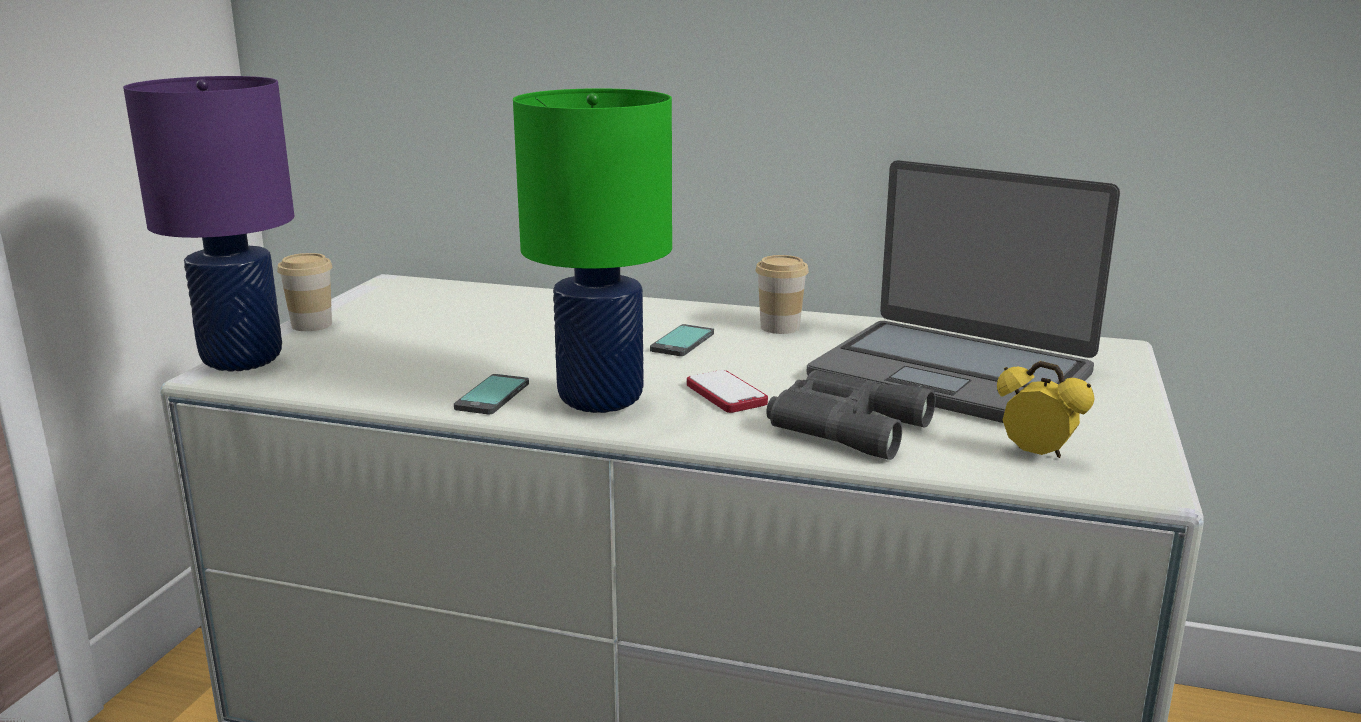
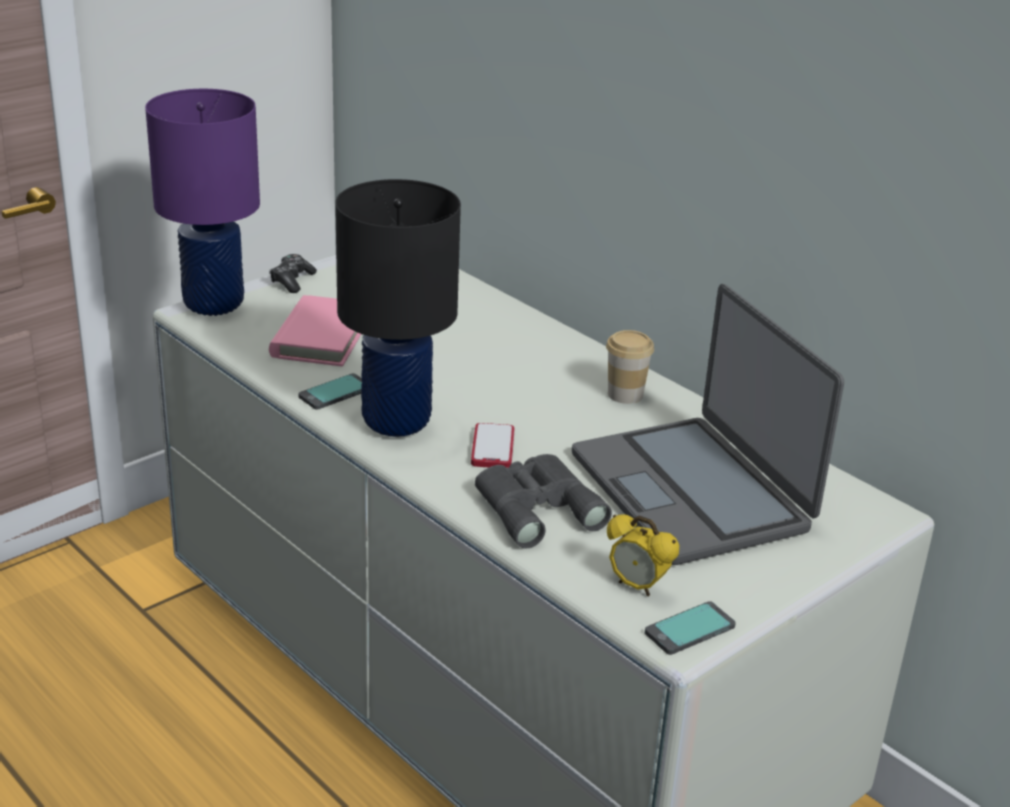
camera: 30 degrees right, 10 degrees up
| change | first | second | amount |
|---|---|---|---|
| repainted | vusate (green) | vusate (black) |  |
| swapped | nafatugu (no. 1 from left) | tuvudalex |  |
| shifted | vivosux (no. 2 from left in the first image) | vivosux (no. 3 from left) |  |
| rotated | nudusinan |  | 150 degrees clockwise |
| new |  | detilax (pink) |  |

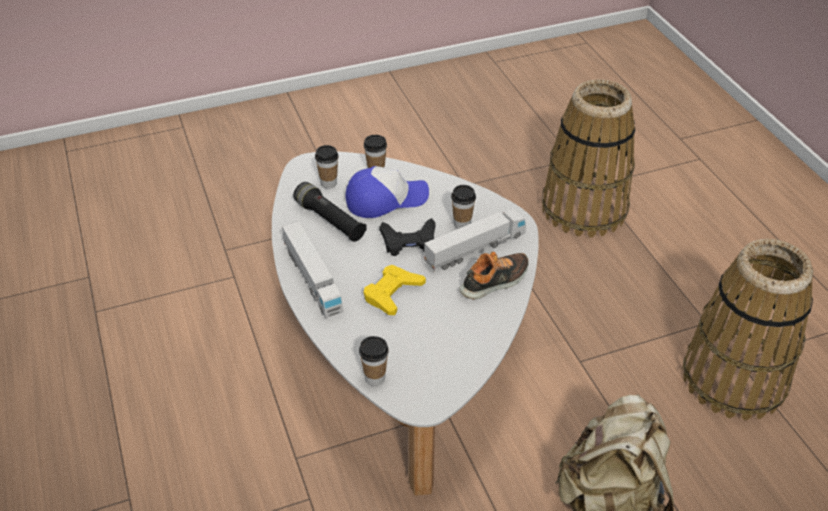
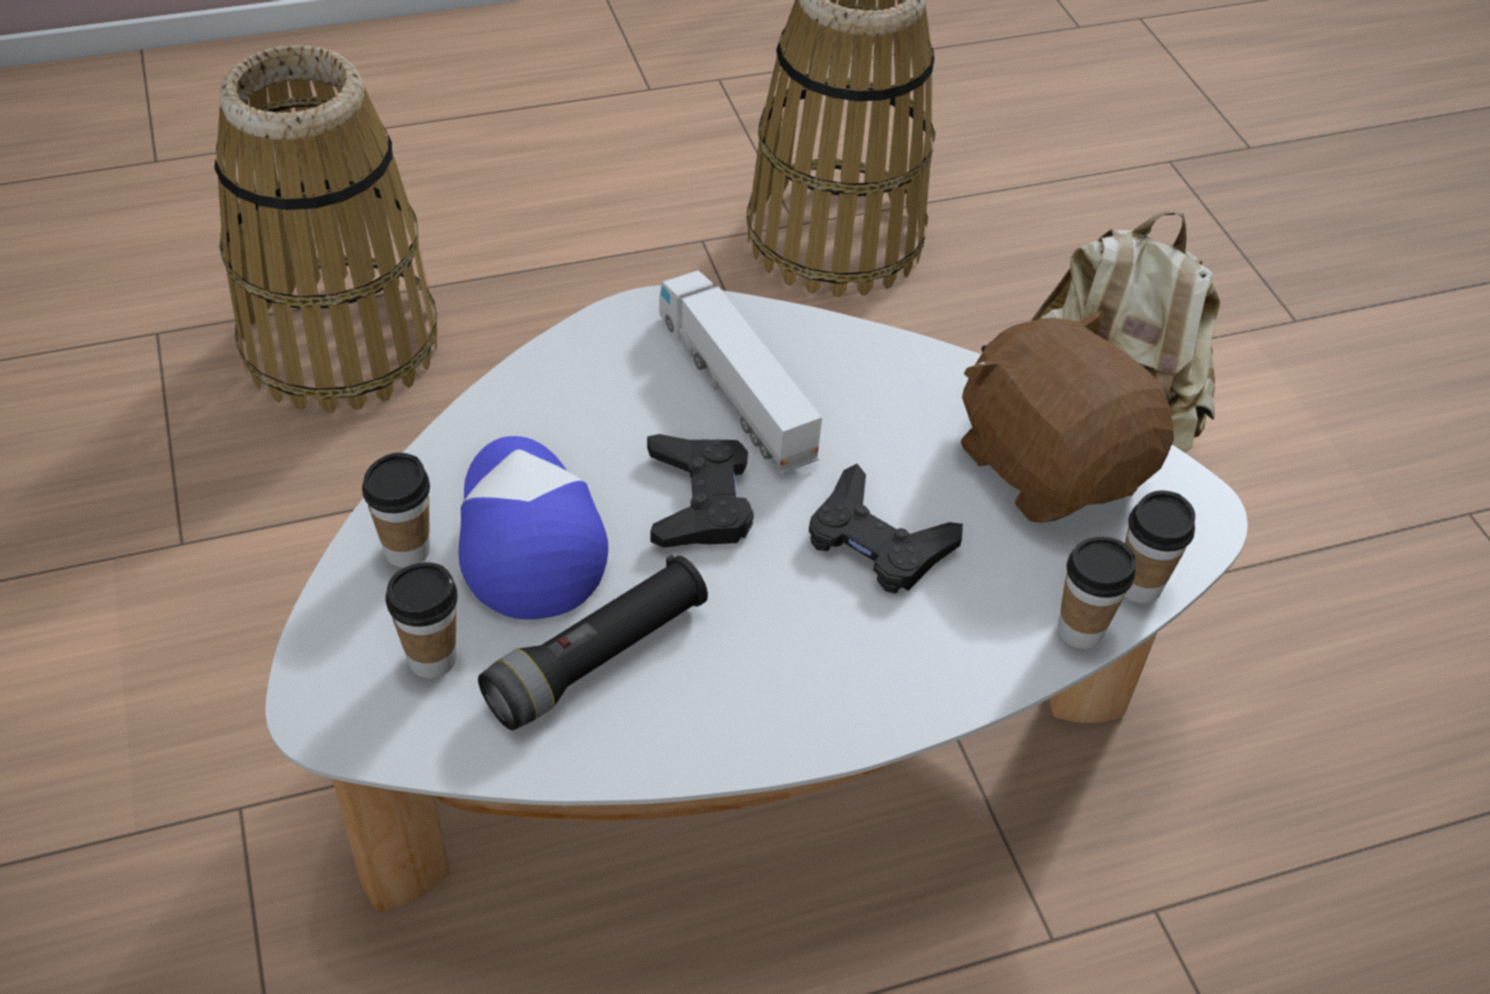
camera: 90 degrees left, 5 degrees up
| change | first | second | amount |
|---|---|---|---|
| shifted | nafatugu (no. 4 from left in the first image) | nafatugu (no. 3 from left) |  |
| gone | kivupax (no. 1 from left) |  |  |
| gone | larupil |  |  |
| repainted | tuvudalex (yellow) | tuvudalex (black) (no. 2 from left) |  |
| new |  | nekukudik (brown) |  |

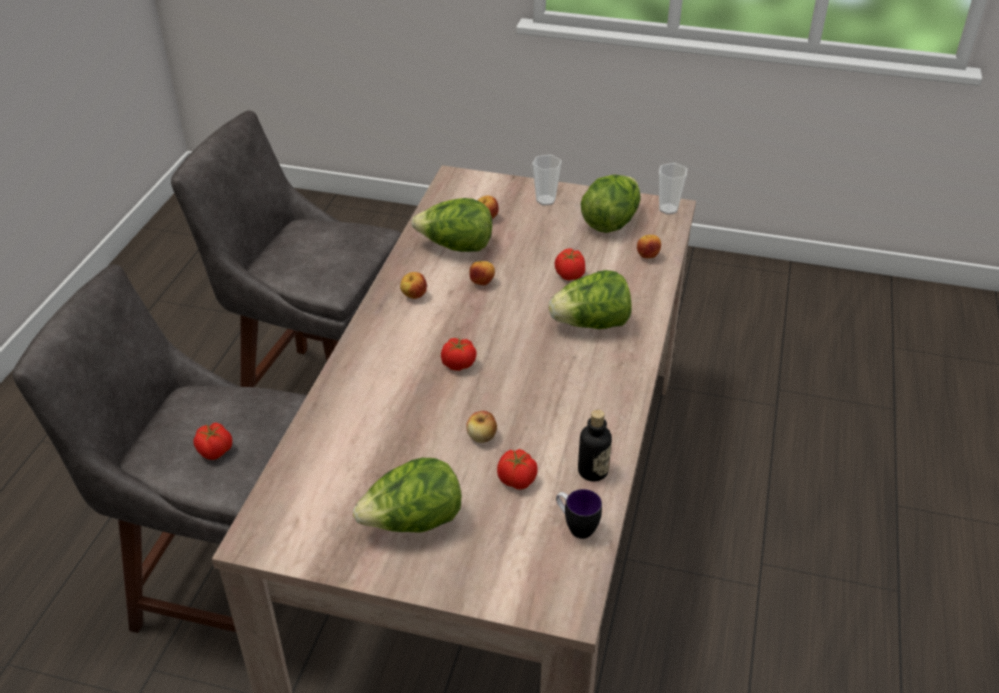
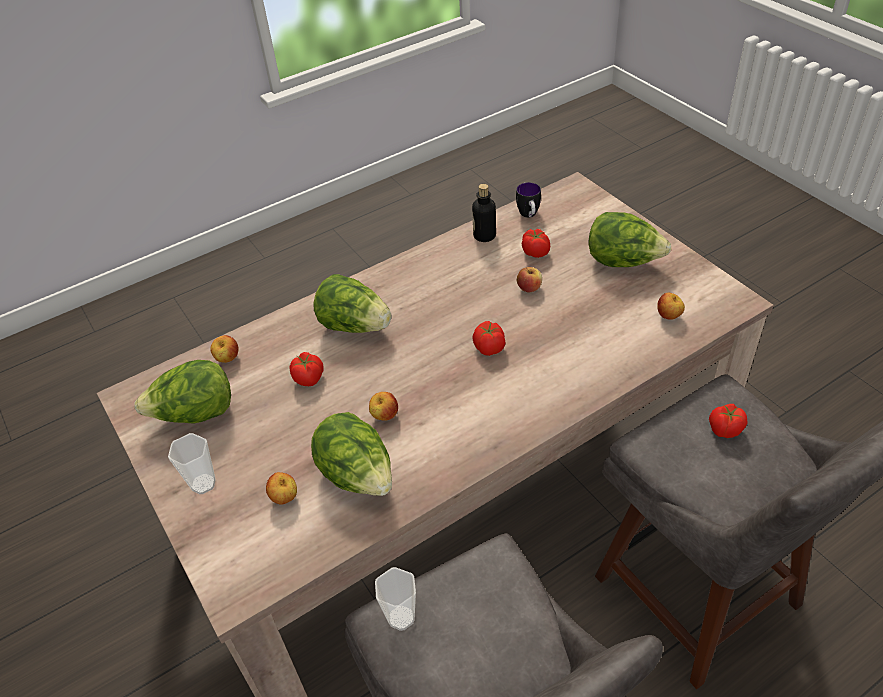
camera: 135 degrees left, 5 degrees up
| change | first | second | amount |
|---|---|---|---|
| shifted | nafatugu (no. 2 from left) |  |  |
| shifted | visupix (no. 1 from left in the first image) | visupix (no. 5 from left) |  |

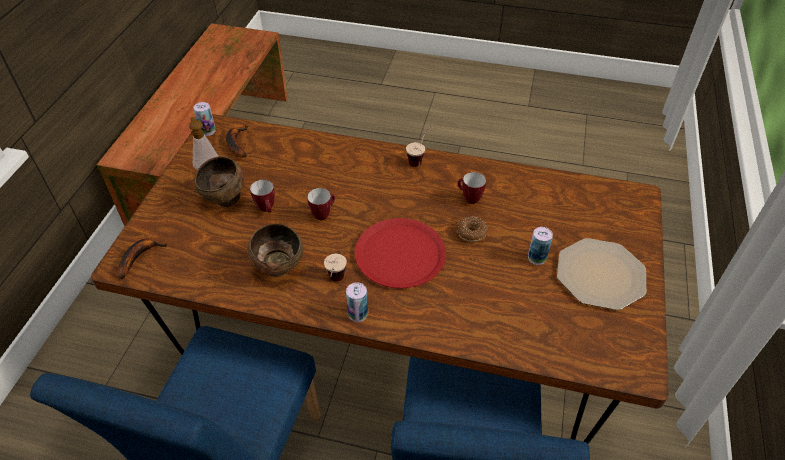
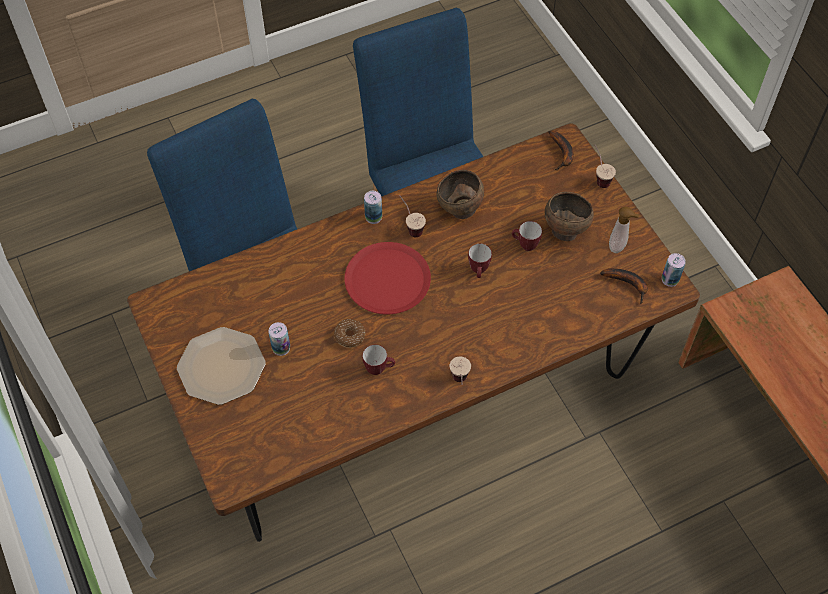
camera: 140 degrees right, 10 degrees up
| change | first | second | amount |
|---|---|---|---|
| new |  | nafatugu (no. 3 from left) |  |

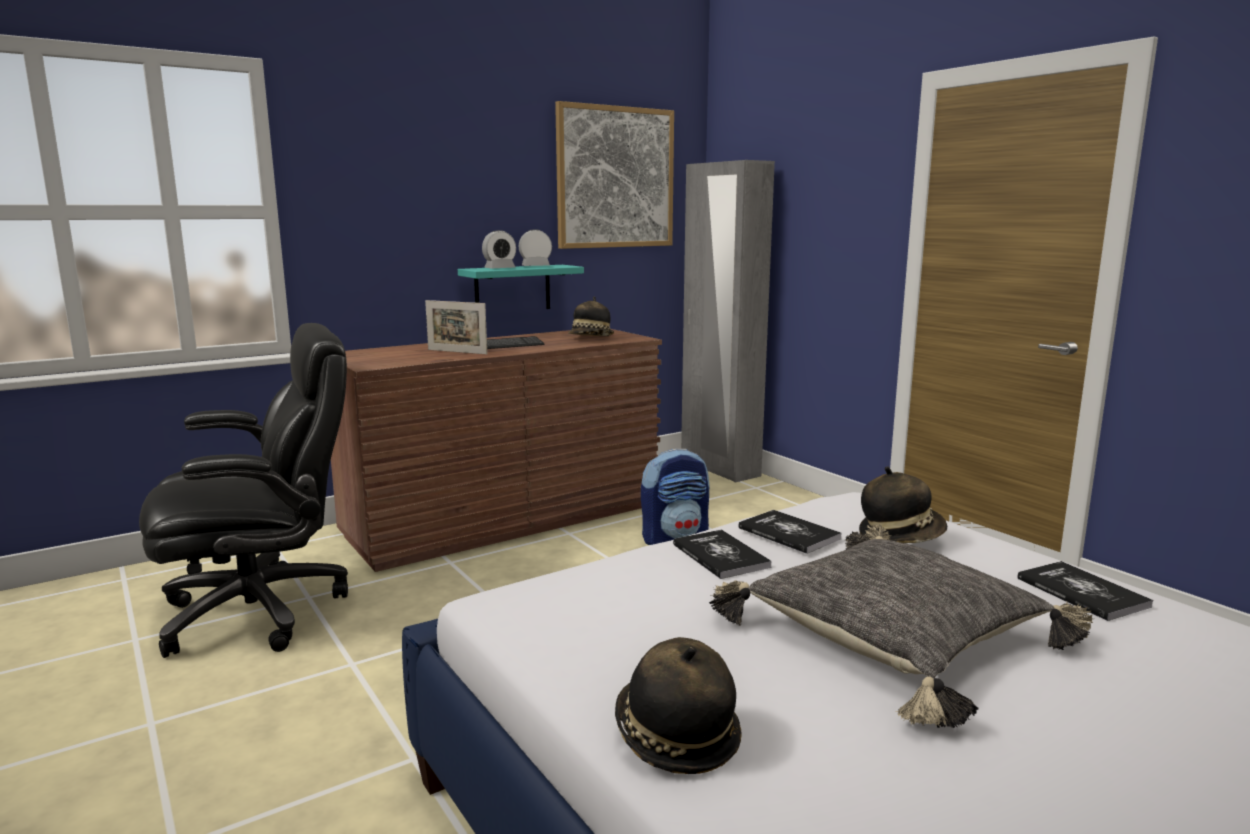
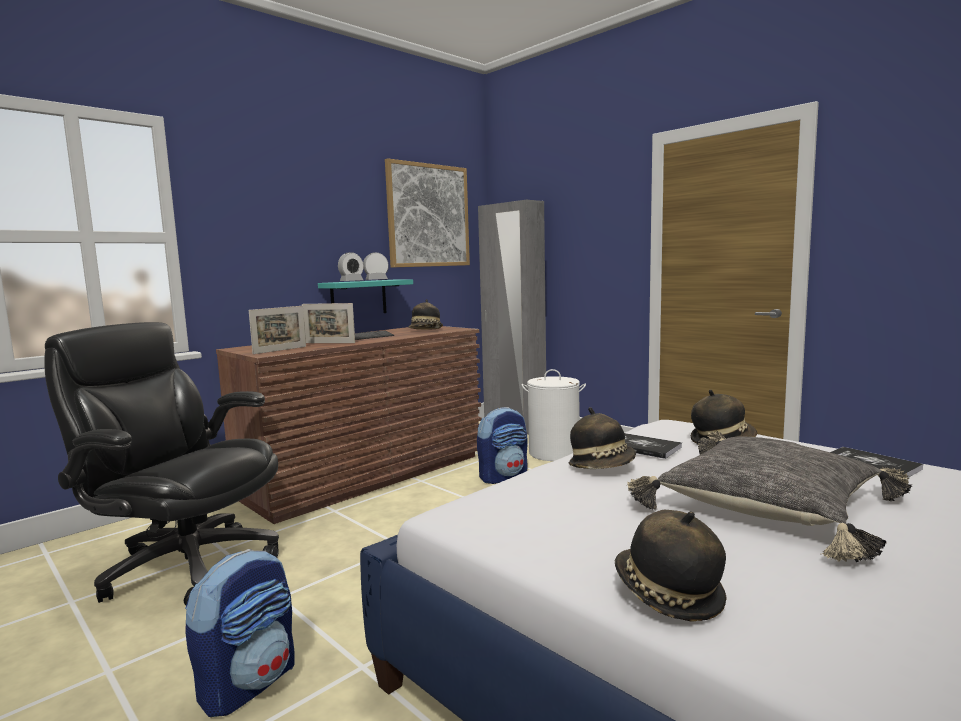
camera: 10 degrees left, 5 degrees down
| change | first | second | amount |
|---|---|---|---|
| rotated | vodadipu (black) |  | 120 degrees counterclockwise |
| swapped | detilax (no. 1 from left) | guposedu (no. 2 from left) |  |
| new |  | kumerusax (no. 1 from left) |  |
| new |  | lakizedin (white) |  |
| new |  | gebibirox (no. 1 from left) |  |

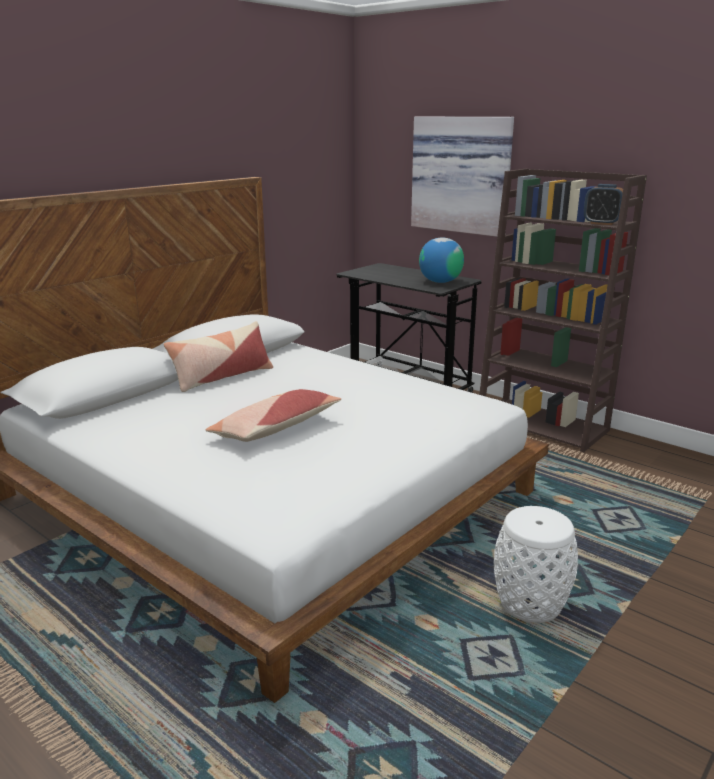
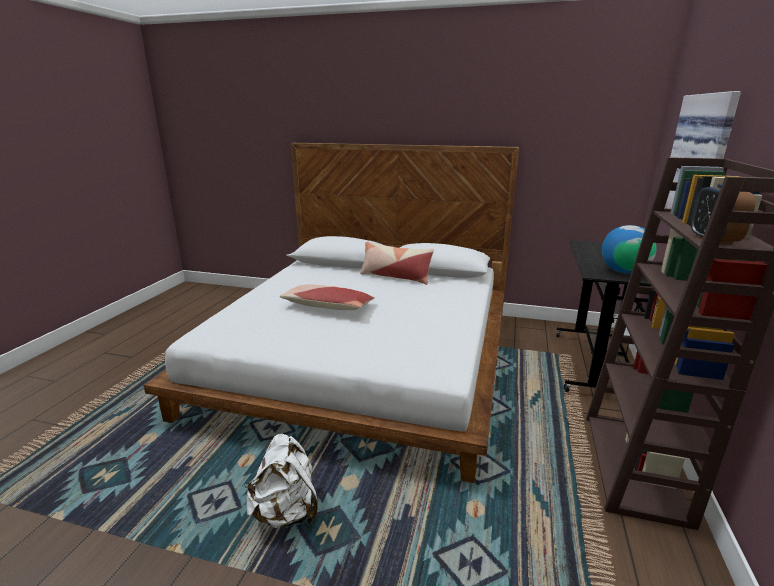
camera: 65 degrees right, 0 degrees up
| change | first | second | amount |
|---|---|---|---|
| swapped | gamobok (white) | gebibirox (white) |  |

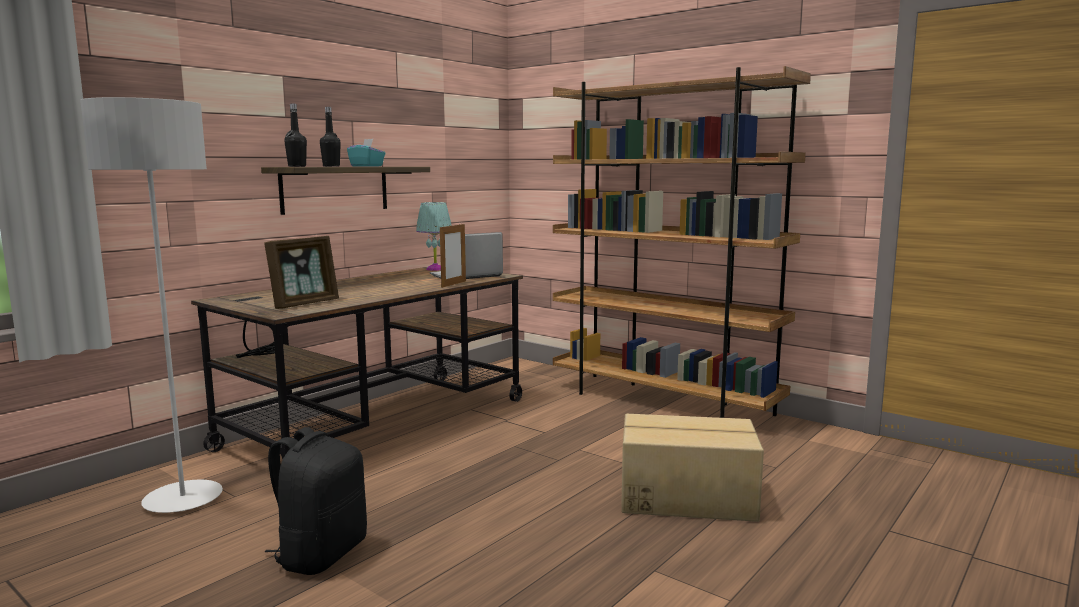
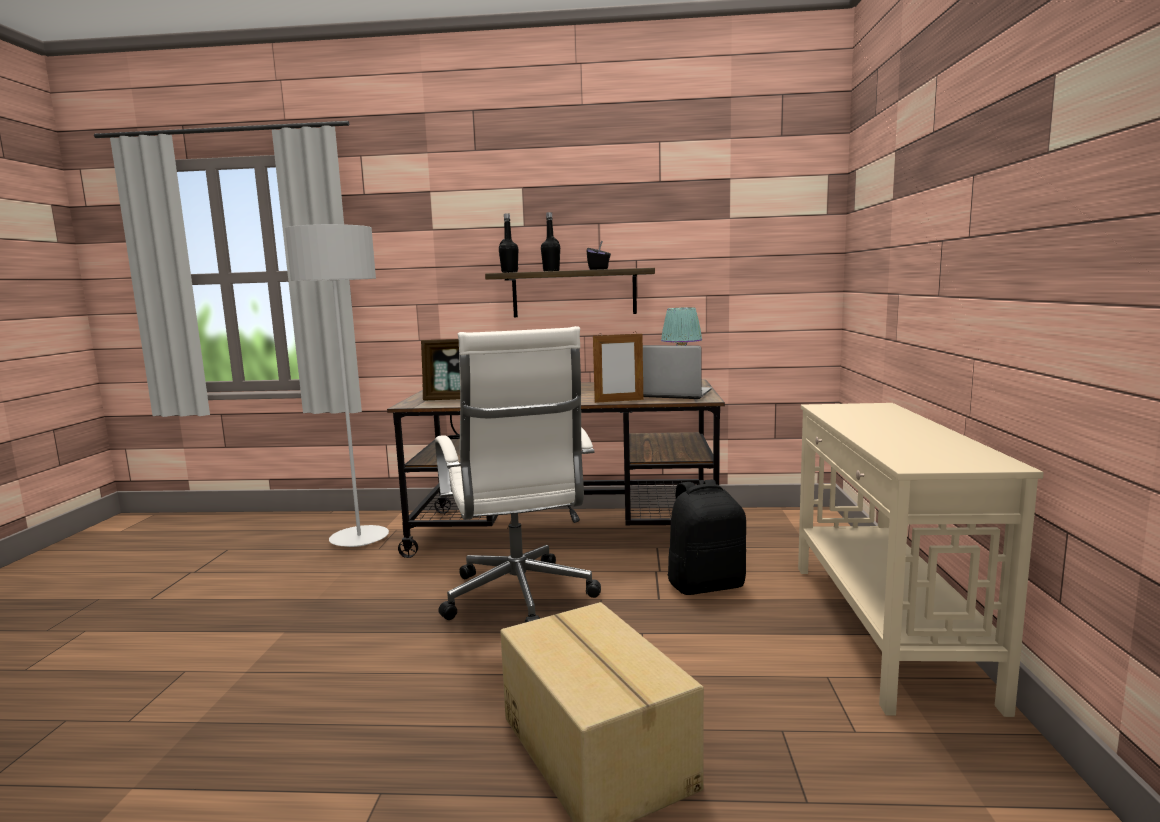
camera: 55 degrees right, 0 degrees up
| change | first | second | amount |
|---|---|---|---|
| swapped | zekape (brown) | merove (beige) |  |
| repainted | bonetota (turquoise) | bonetota (black) |  |
| shifted | gebibirox (black) |  |  |
| new |  | vodadipu (white) |  |

